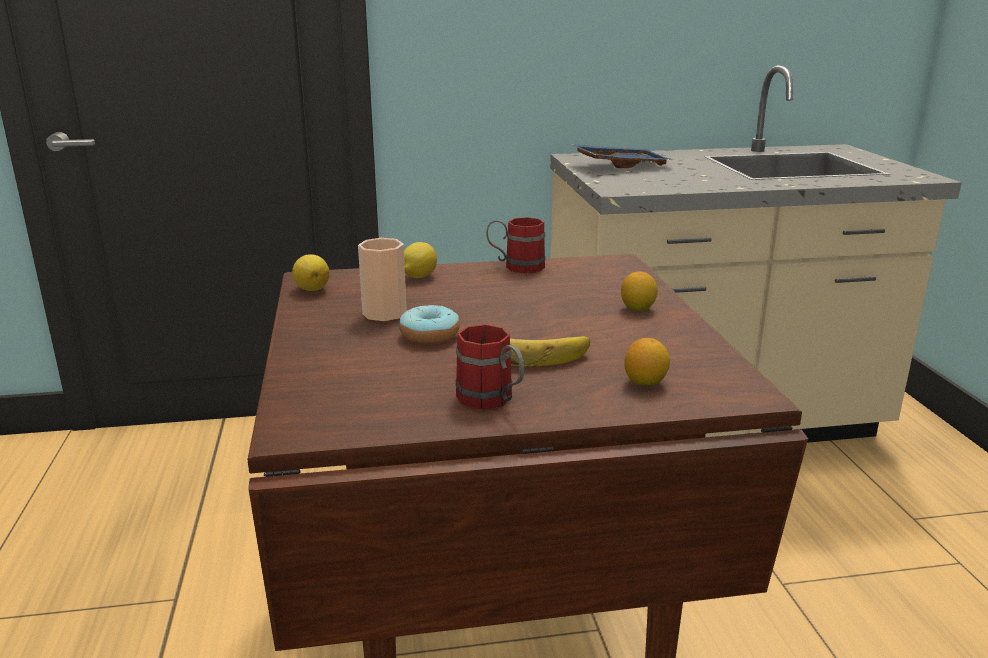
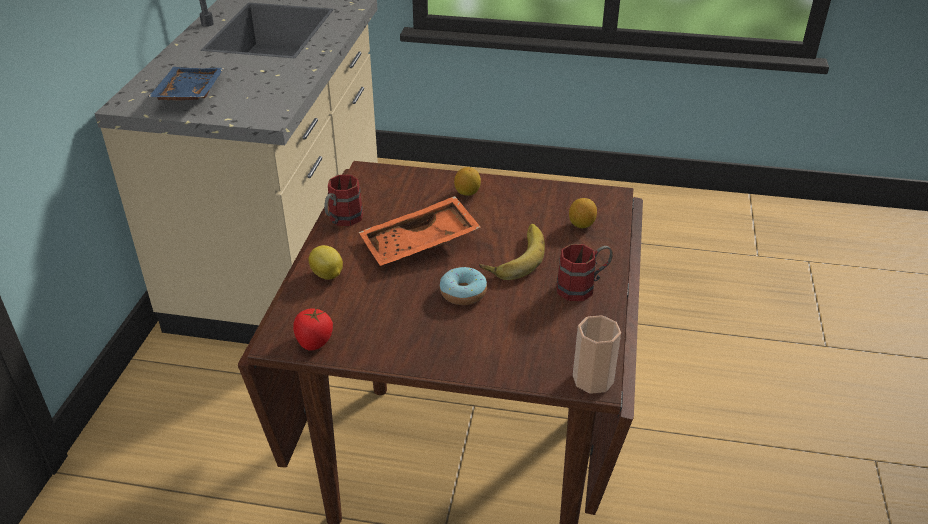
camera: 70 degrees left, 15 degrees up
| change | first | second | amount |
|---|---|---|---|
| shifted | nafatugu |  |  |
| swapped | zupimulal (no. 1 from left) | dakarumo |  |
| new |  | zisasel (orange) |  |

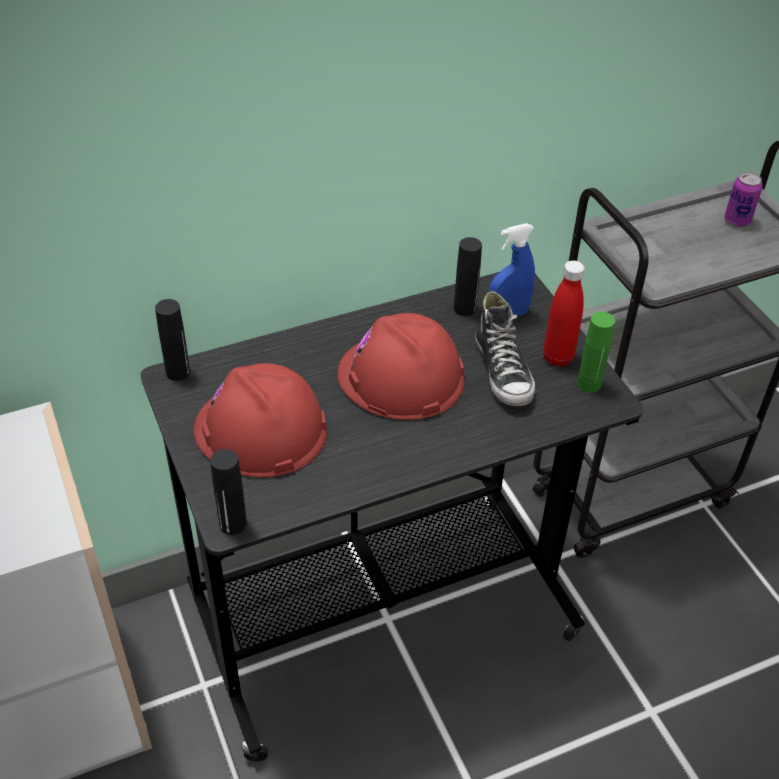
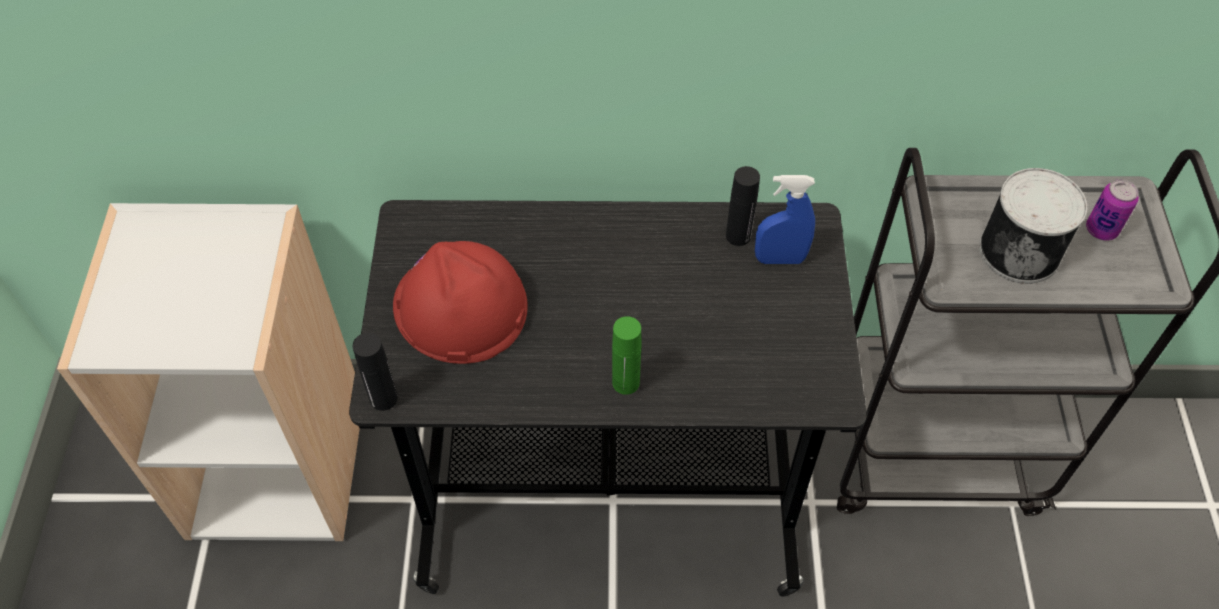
camera: 25 degrees right, 10 degrees up
| change | first | second | amount |
|---|---|---|---|
| gone | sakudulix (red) |  |  |
| gone | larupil |  |  |
| gone | sakudulix (black) (no. 1 from left) |  |  |
| shifted | sakudulix (green) |  |  |
| gone | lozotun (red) (no. 2 from left) |  |  |
| new |  | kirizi (no. 1 from left) |  |

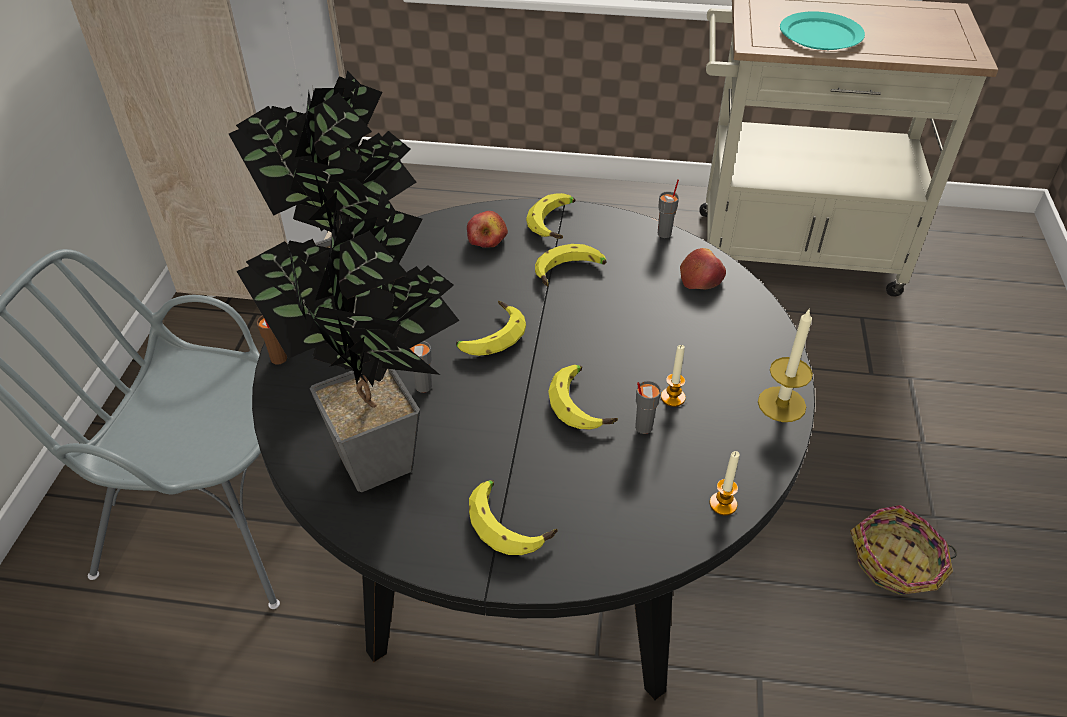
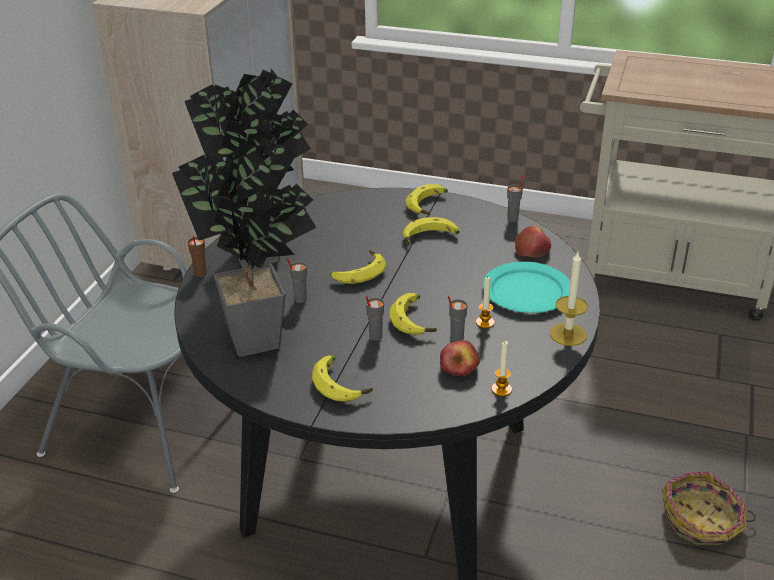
camera: 10 degrees right, 10 degrees down
| change | first | second | amount |
|---|---|---|---|
| shifted | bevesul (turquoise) |  |  |
| shifted | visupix (no. 1 from left) |  |  |
| new |  | nafatugu (grey) (no. 2 from left) |  |

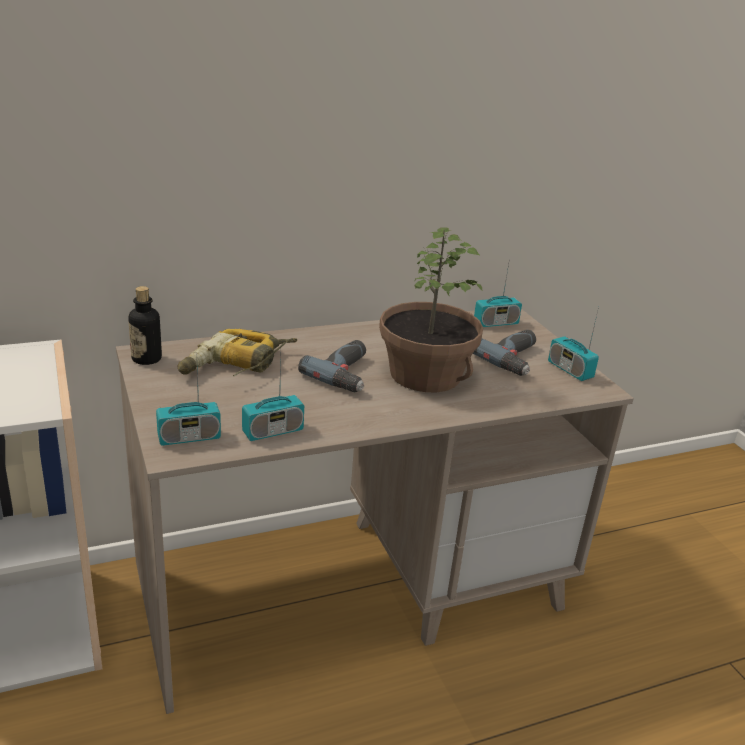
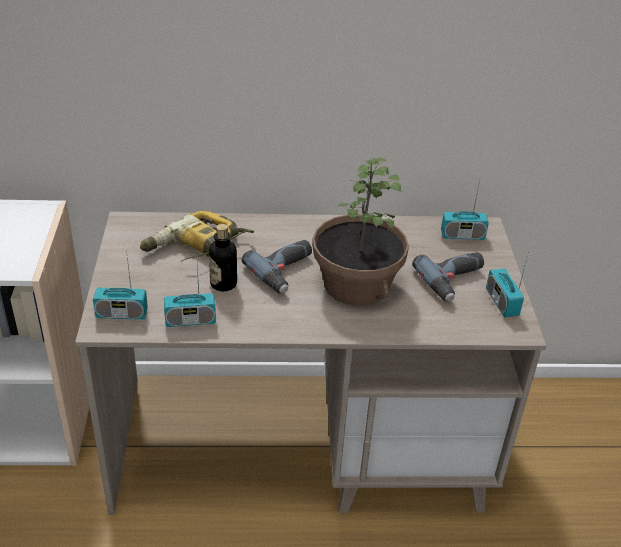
camera: 20 degrees right, 10 degrees up
| change | first | second | amount |
|---|---|---|---|
| shifted | sakudulix |  |  |

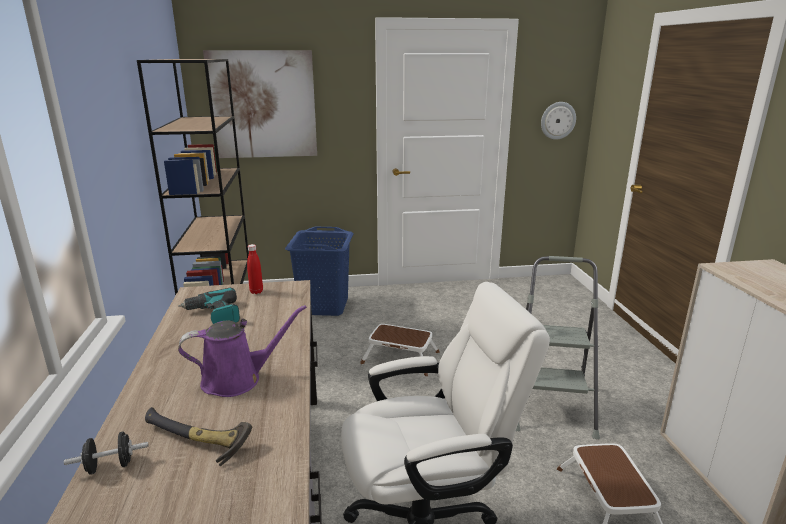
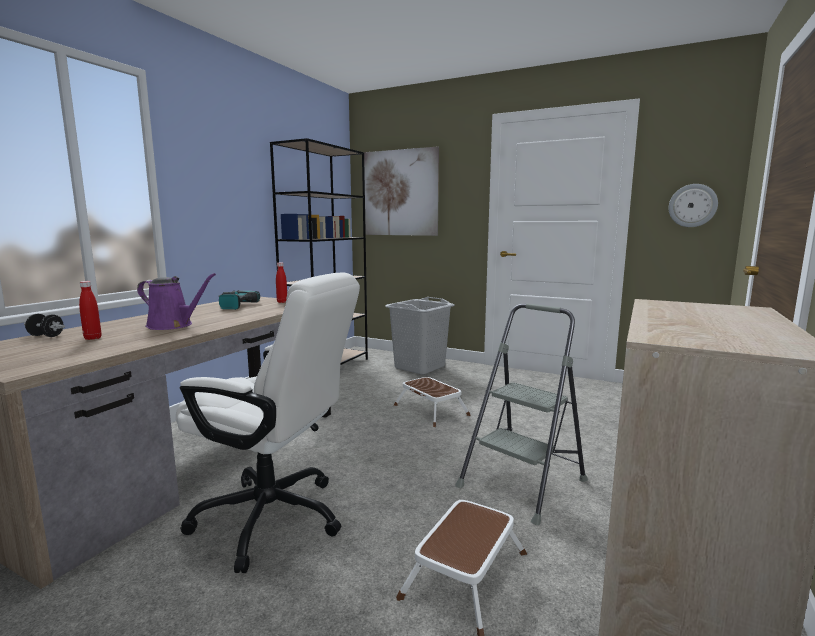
camera: 35 degrees right, 10 degrees down
| change | first | second | amount |
|---|---|---|---|
| repainted | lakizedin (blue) | lakizedin (grey) |  |
| swapped | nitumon | sakudulix (red) (no. 1 from left) |  |

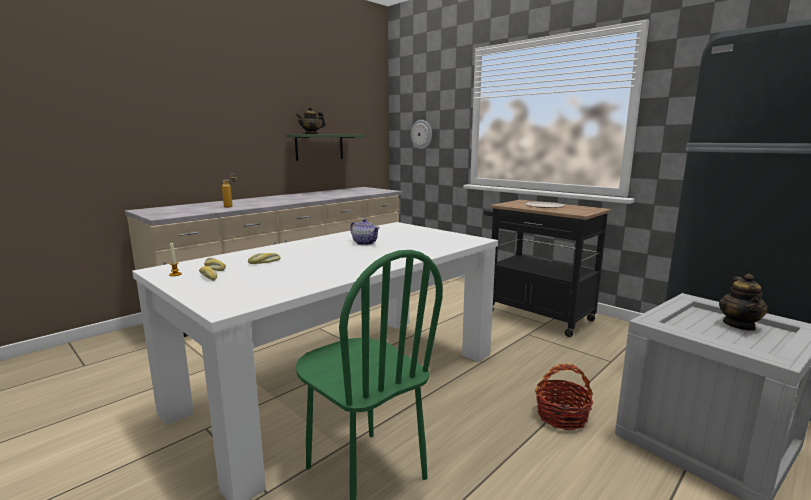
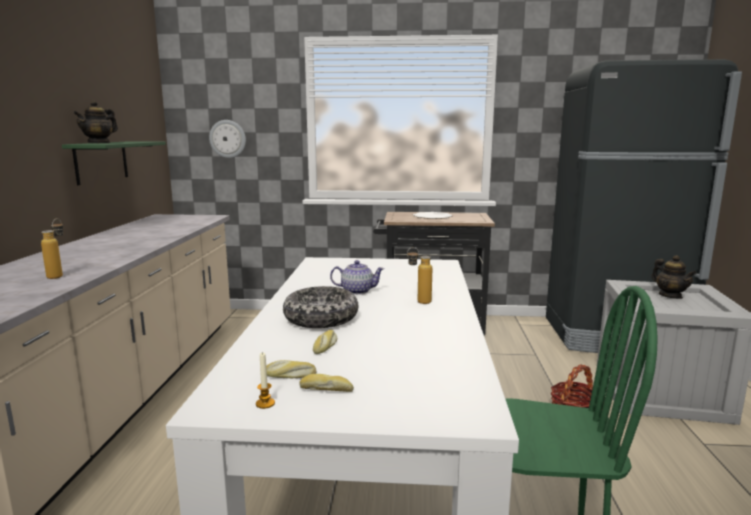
camera: 40 degrees left, 0 degrees up
| change | first | second | amount |
|---|---|---|---|
| new |  | sakudulix (no. 2 from left) |  |
| new |  | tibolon |  |

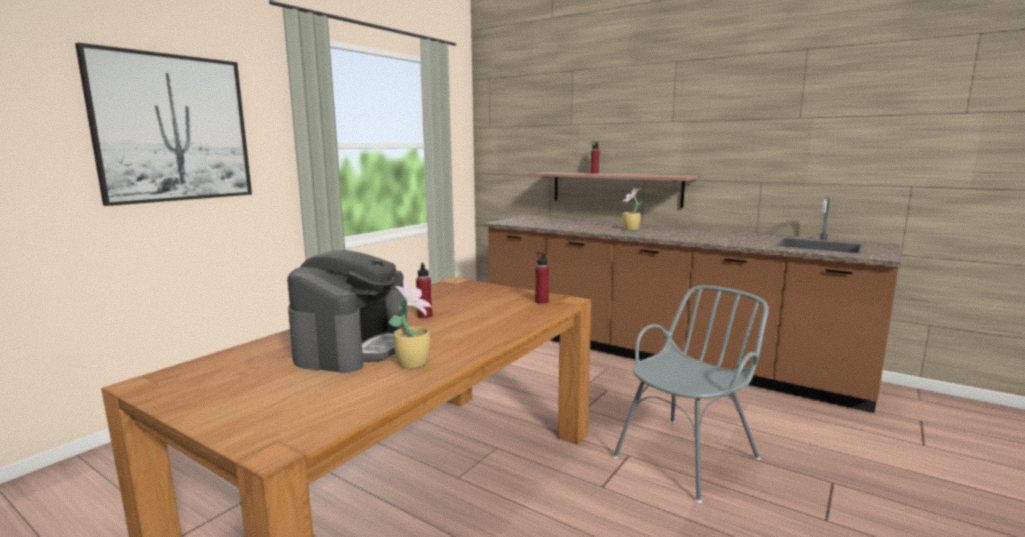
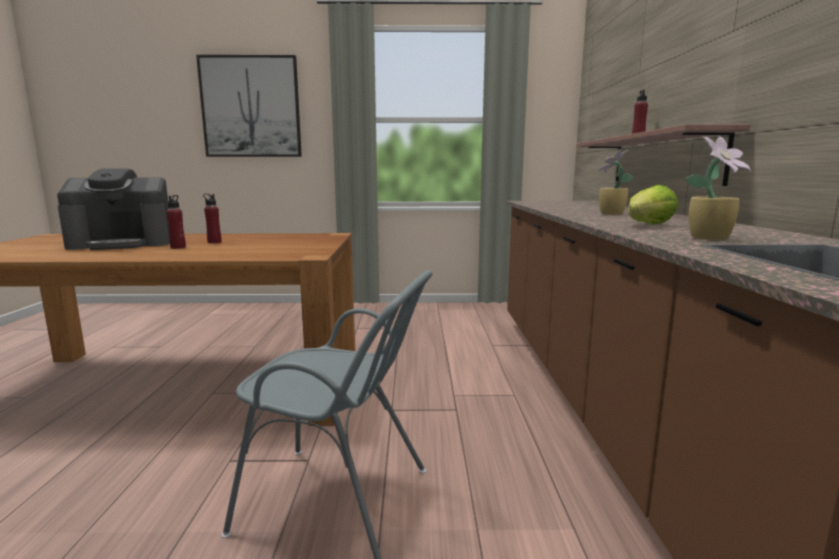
camera: 55 degrees right, 0 degrees up
| change | first | second | amount |
|---|---|---|---|
| shifted | sakudulix (red) (no. 2 from left in the first image) | sakudulix (red) (no. 1 from left) |  |
| shifted | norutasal (no. 1 from left in the first image) | norutasal (no. 2 from left) |  |
| new |  | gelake |  |

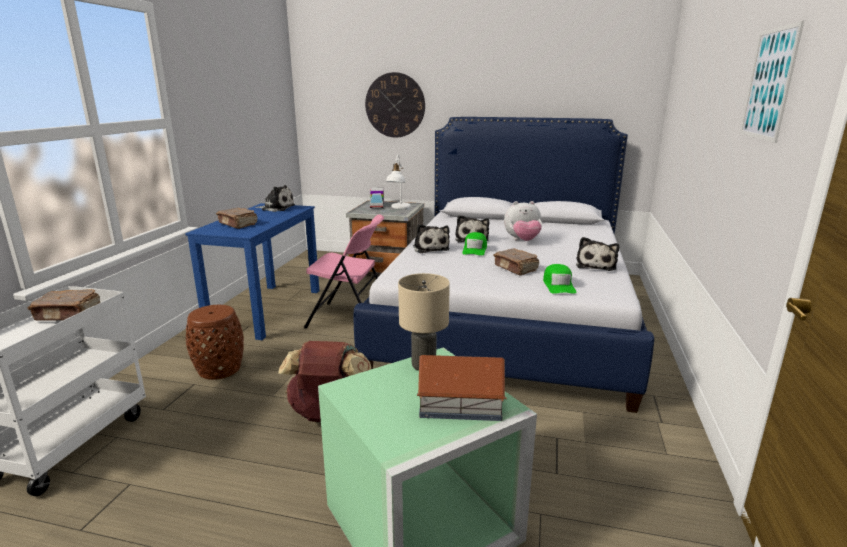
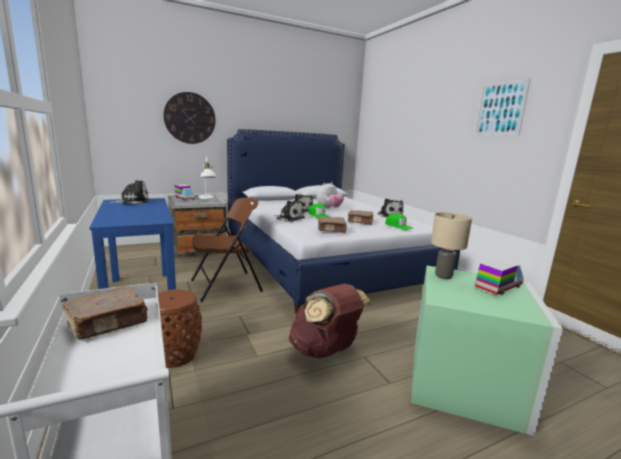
camera: 40 degrees left, 5 degrees down
| change | first | second | amount |
|---|---|---|---|
| shifted | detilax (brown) (no. 2 from left) |  |  |
| repainted | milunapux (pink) | milunapux (brown) |  |
| swapped | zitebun | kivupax (no. 2 from left) |  |

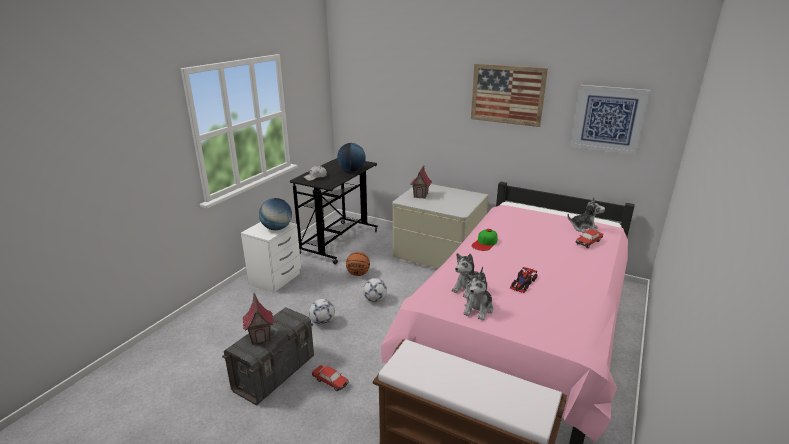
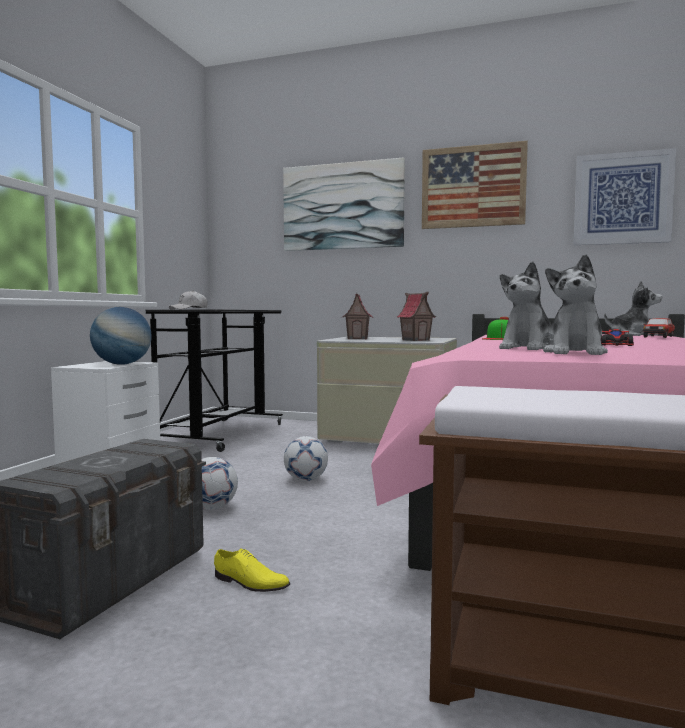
camera: 10 degrees left, 20 degrees down
| change | first | second | amount |
|---|---|---|---|
| gone | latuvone (no. 2 from left) |  |  |
| gone | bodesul |  |  |
| shifted | zitebun (no. 1 from left in the first image) | zitebun (no. 2 from left) |  |
| swapped | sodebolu (no. 1 from left) | larupil (yellow) |  |
| new |  | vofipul (no. 1 from left) |  |

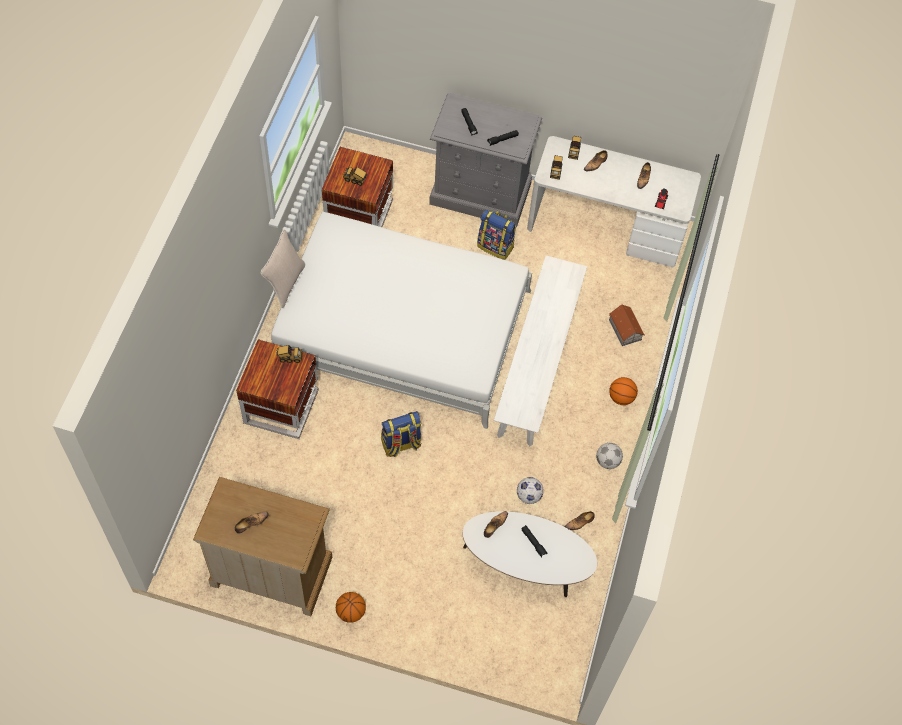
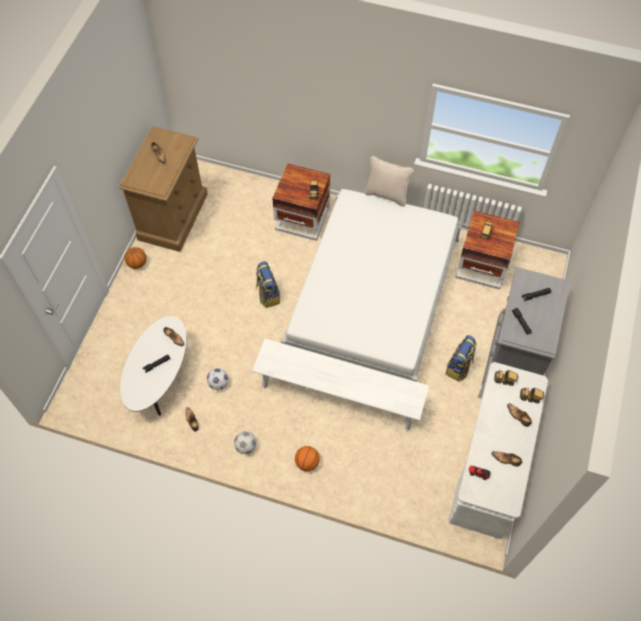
camera: 95 degrees right, 0 degrees up
| change | first | second | amount |
|---|---|---|---|
| gone | zitebun |  |  |

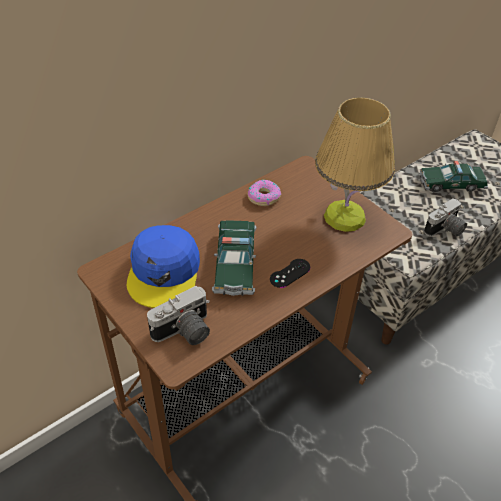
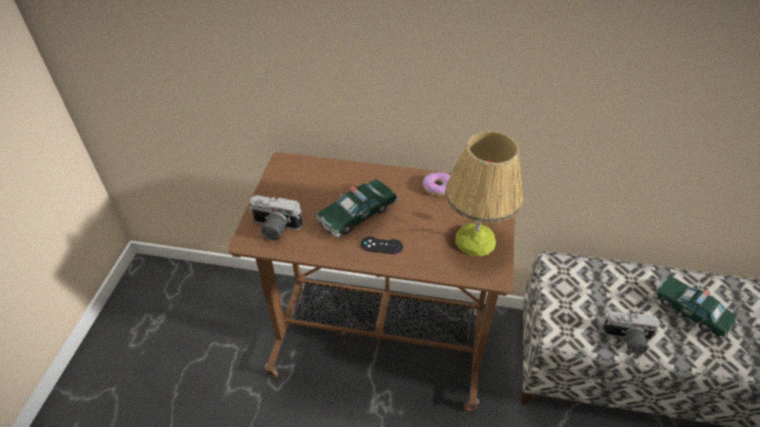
camera: 50 degrees right, 0 degrees up
| change | first | second | amount |
|---|---|---|---|
| gone | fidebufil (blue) |  |  |

